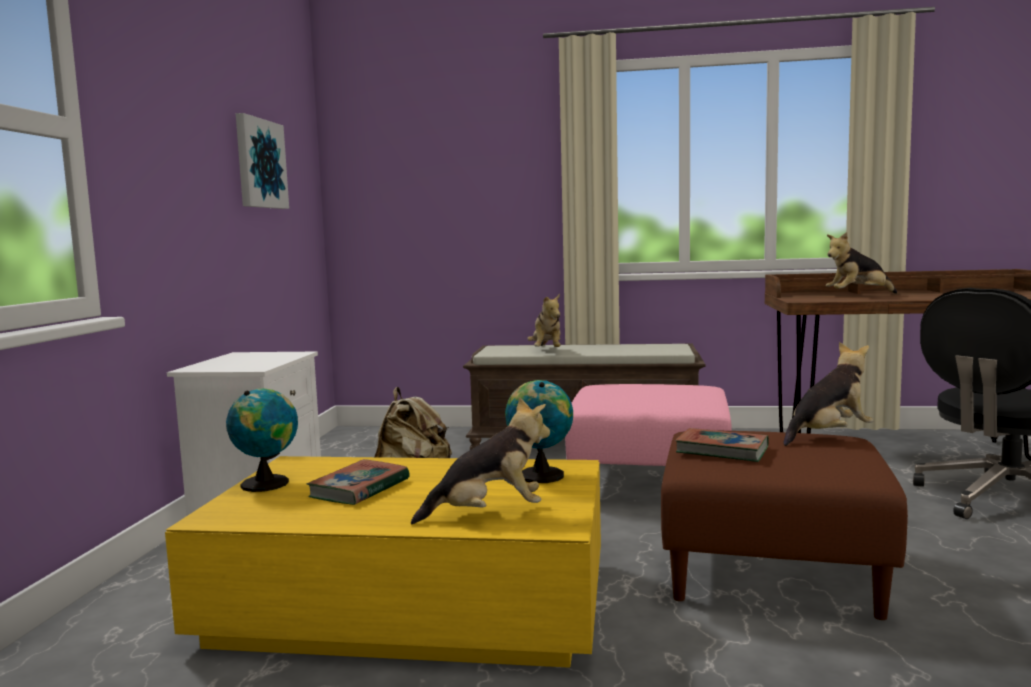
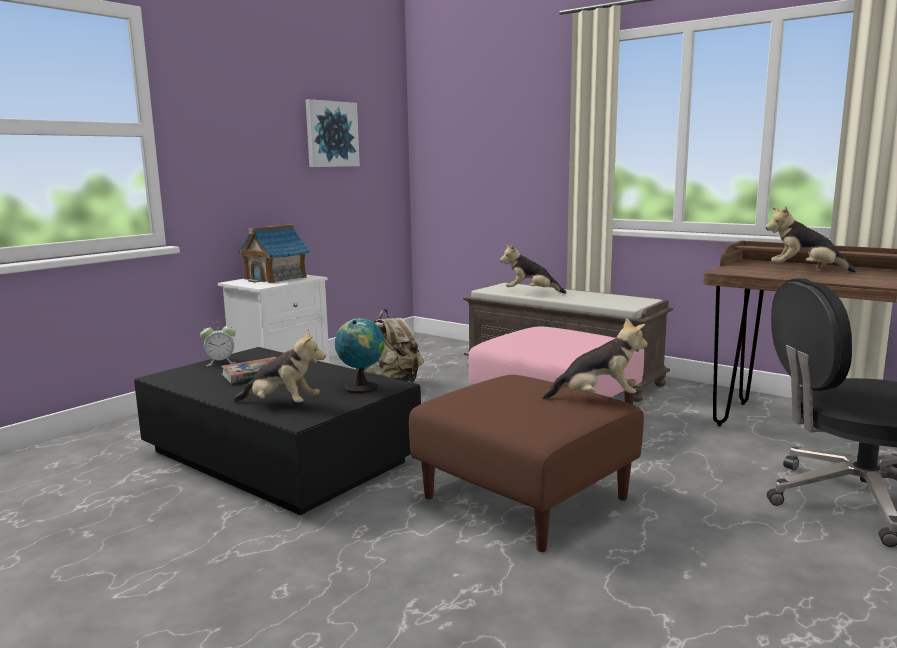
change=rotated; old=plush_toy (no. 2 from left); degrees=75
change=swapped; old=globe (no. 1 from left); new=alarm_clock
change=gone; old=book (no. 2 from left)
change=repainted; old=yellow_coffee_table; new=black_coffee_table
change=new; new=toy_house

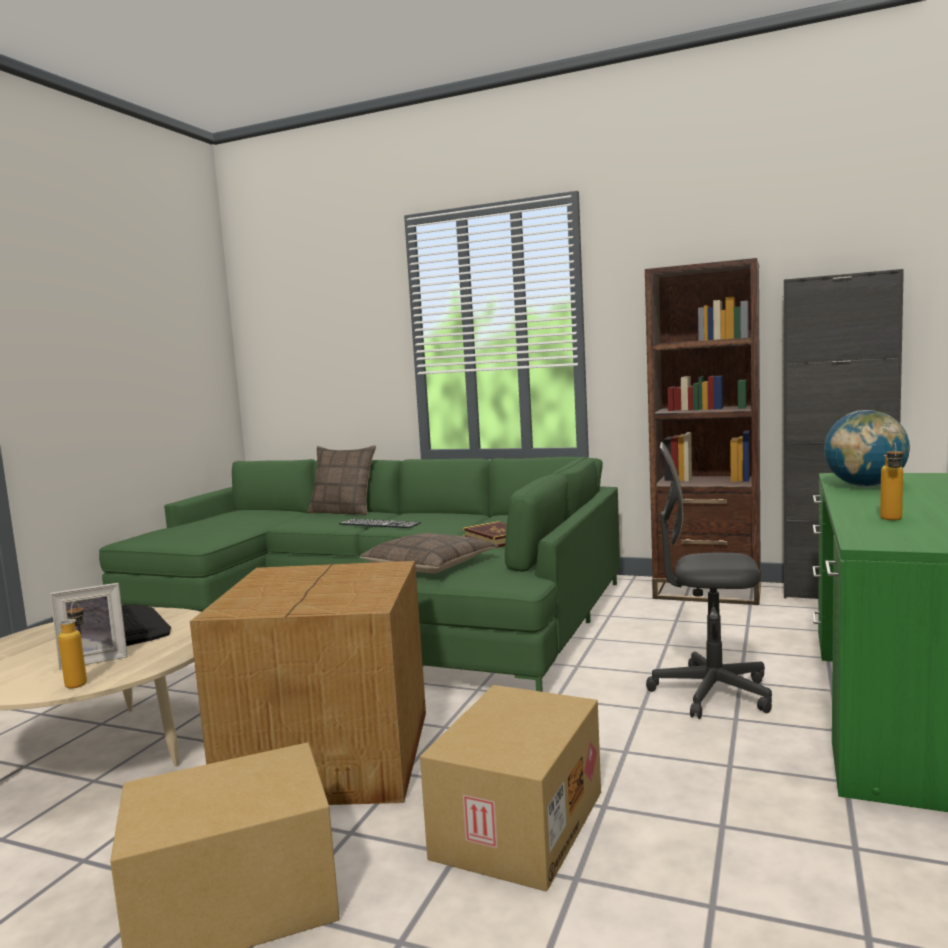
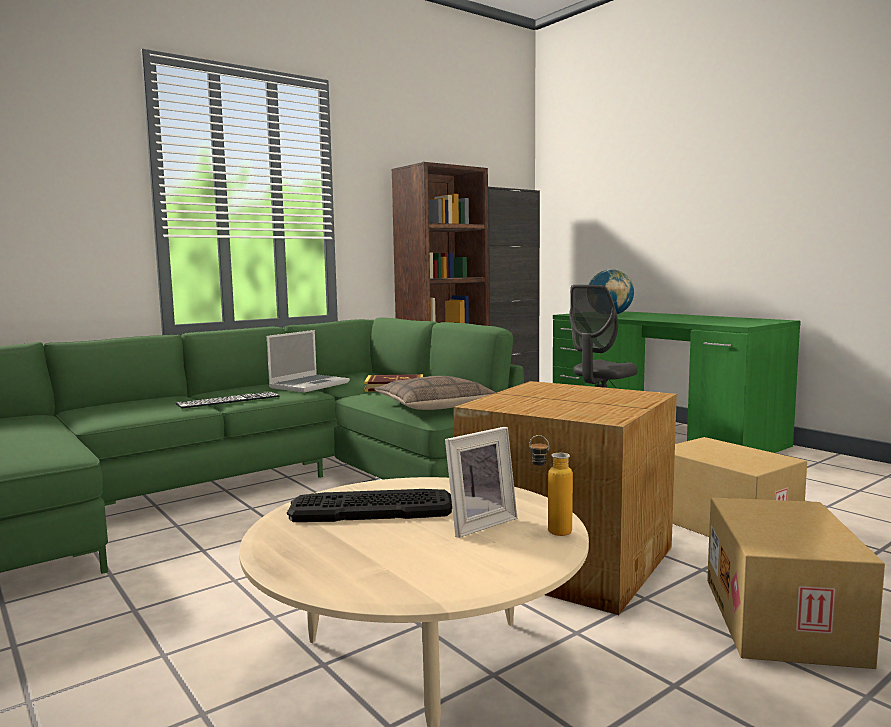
change=gone; old=bottle (no. 2 from left)
change=gone; old=pillow (no. 1 from left)
change=rotated; old=picture_frame; degrees=45
change=new; new=laptop

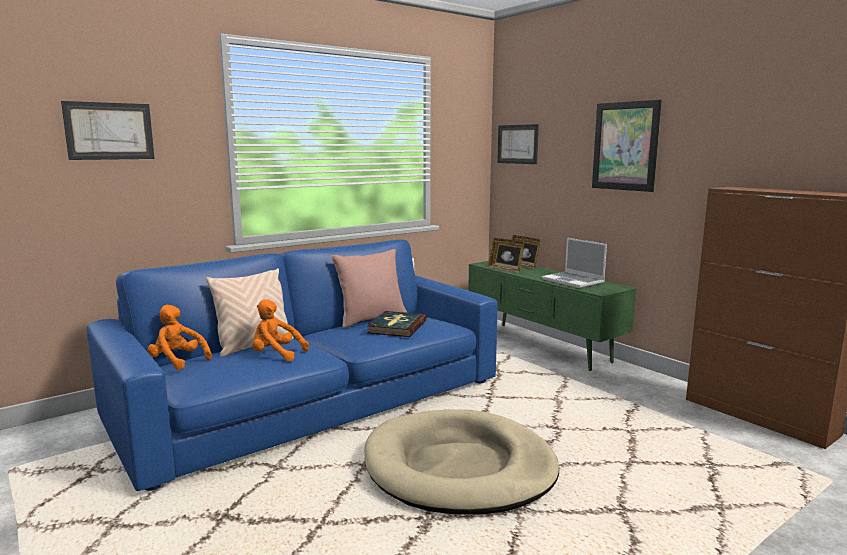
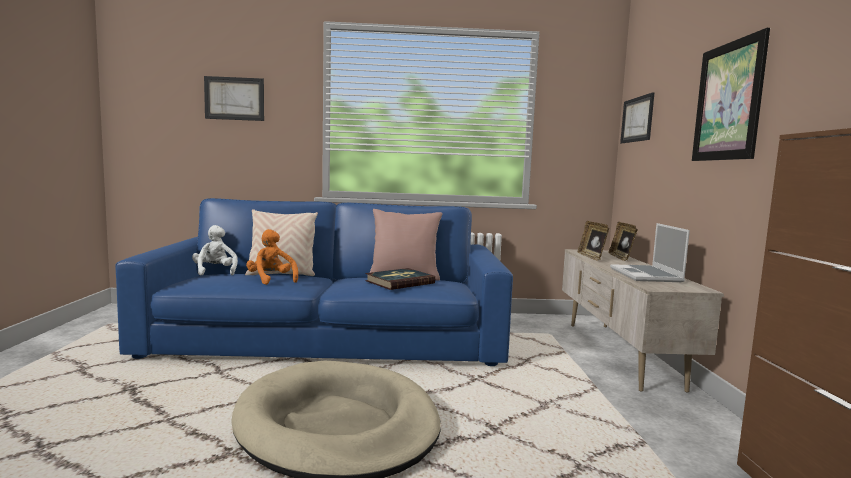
change=repainted; old=green_tv_stand; new=beige_tv_stand
change=repainted; old=orange_plush_toy (no. 1 from left); new=white_plush_toy

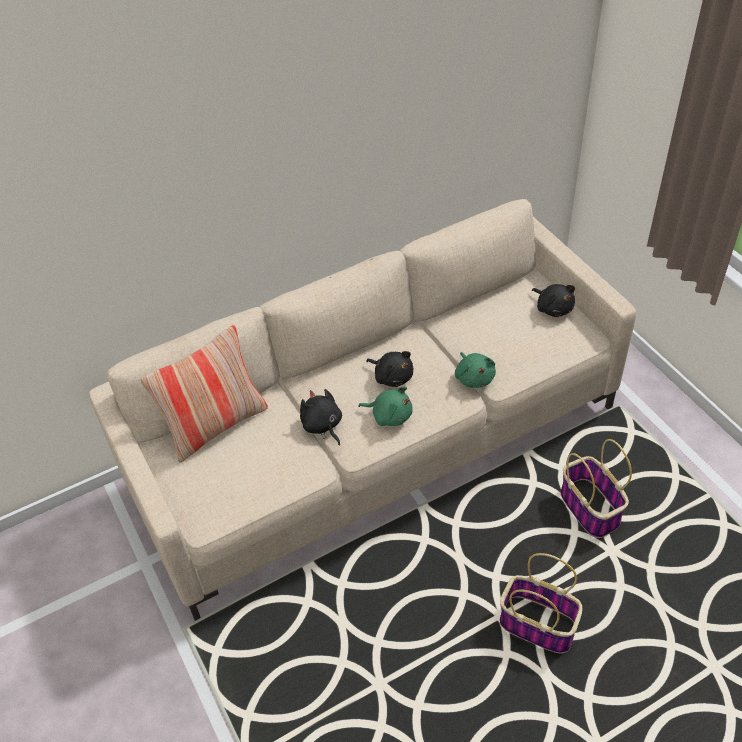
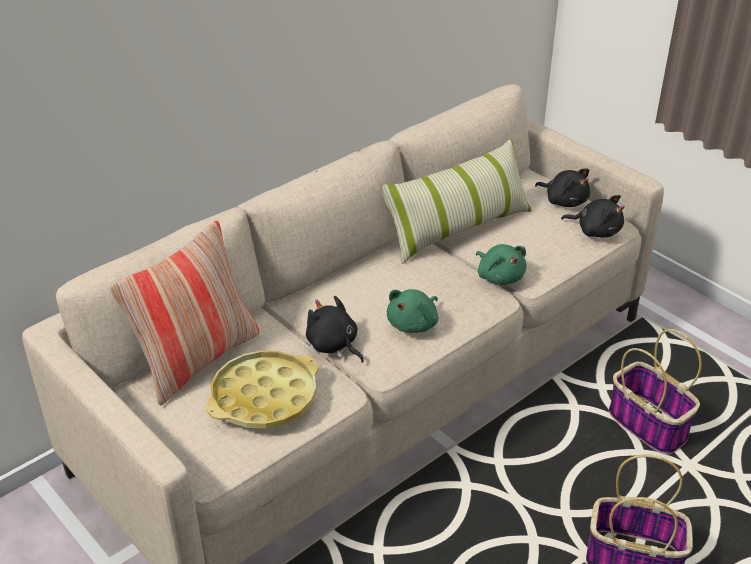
change=shifted; old=black_plush_toy (no. 2 from left in the first image); new=black_plush_toy (no. 3 from left)
change=rotated; old=green_plush_toy (no. 1 from left); degrees=120
change=new; new=pillow (no. 2 from left)
change=new; new=yellow_tray

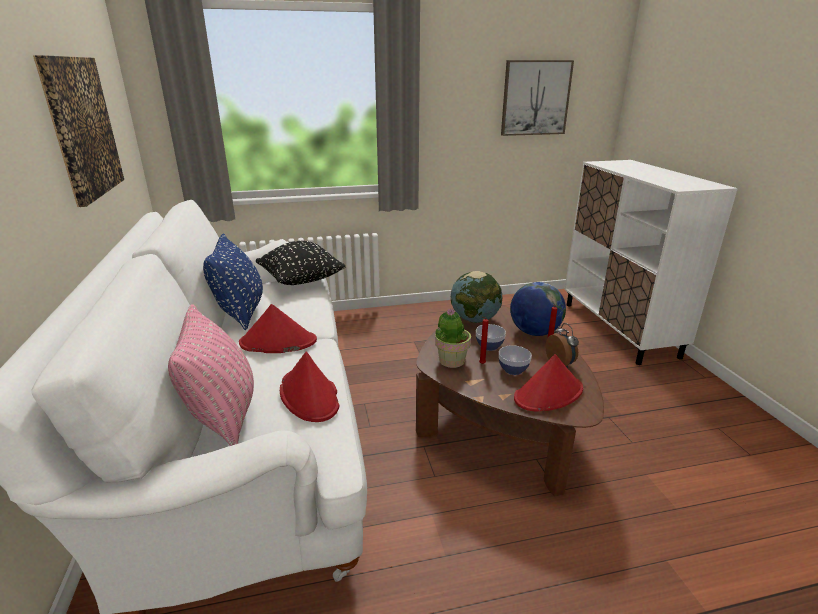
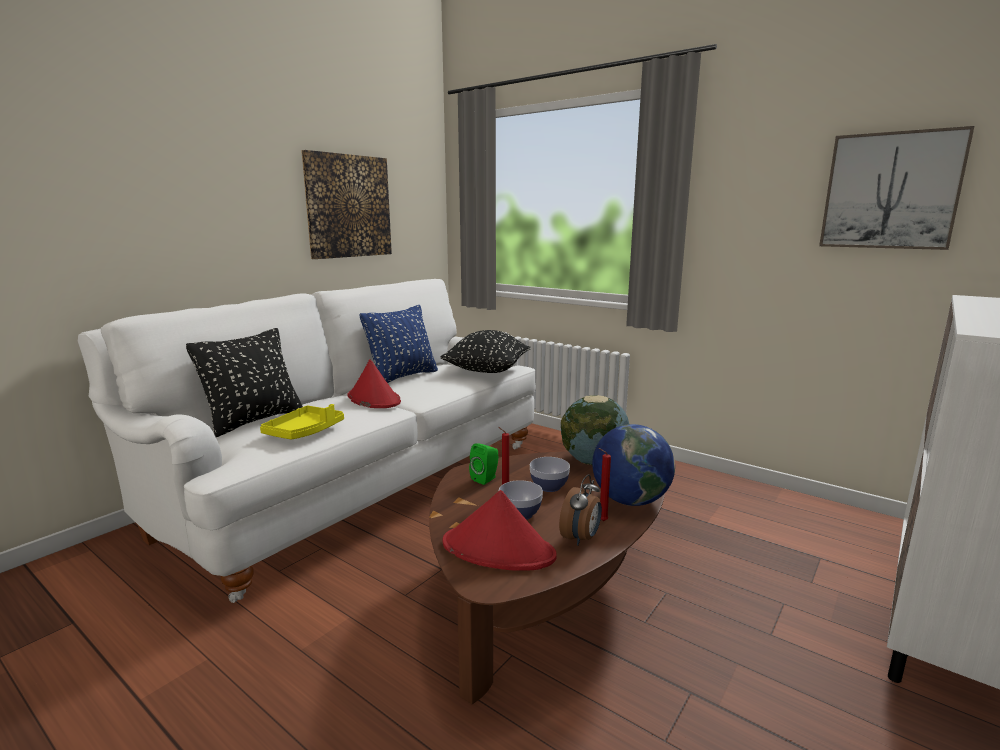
change=repainted; old=pink_pillow; new=black_pillow (no. 1 from left)
change=swapped; old=potted_plant; new=green_speaker
change=swapped; old=red_hat (no. 2 from left); new=yellow_tray

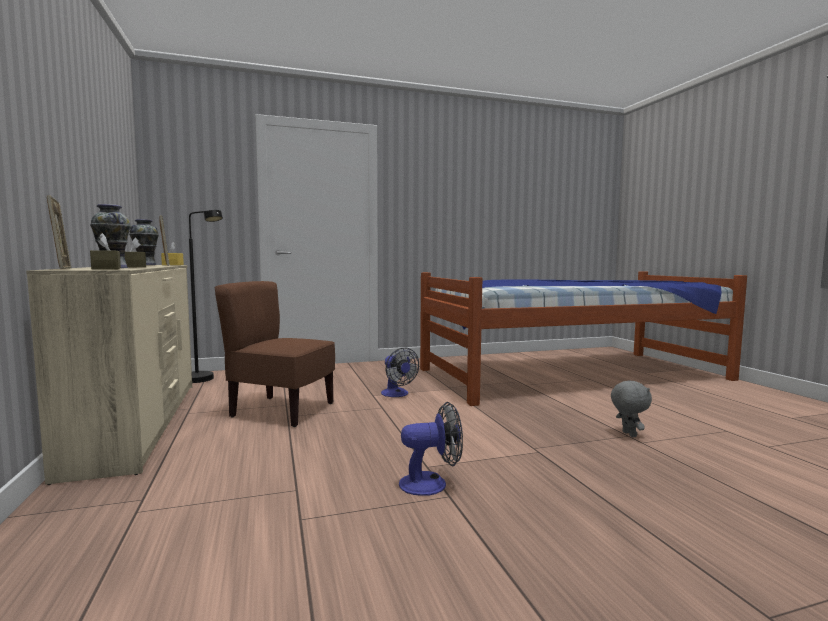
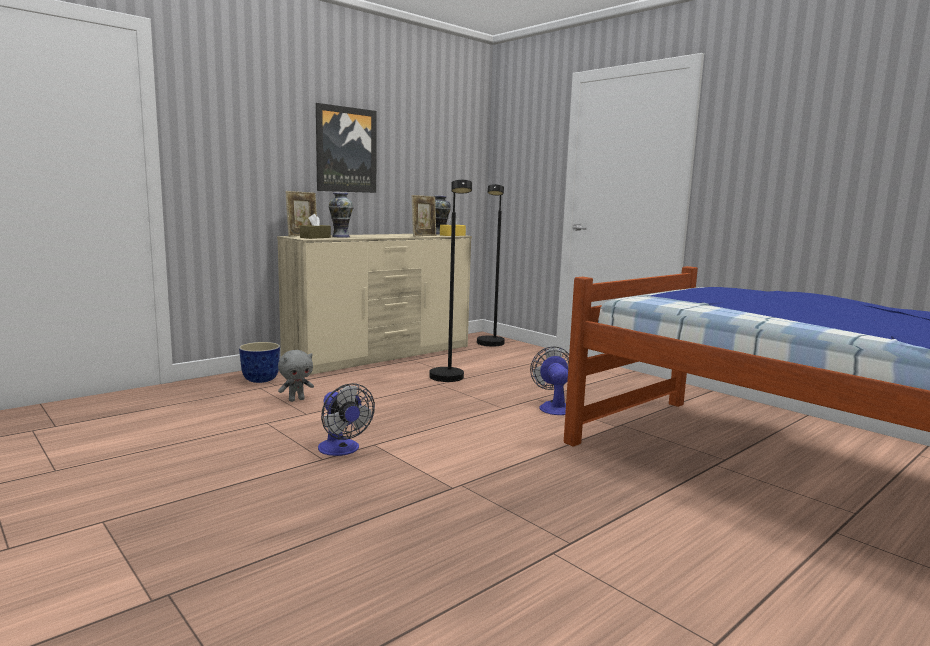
change=gone; old=brown_tissue_box (no. 2 from left)
change=swapped; old=brown_chair; new=black_floor_lamp (no. 1 from left)
change=rotated; old=fan (no. 1 from left in the first image); degrees=135
change=shifted; old=grey_plush_toy
change=new; new=picture
change=new; new=planter

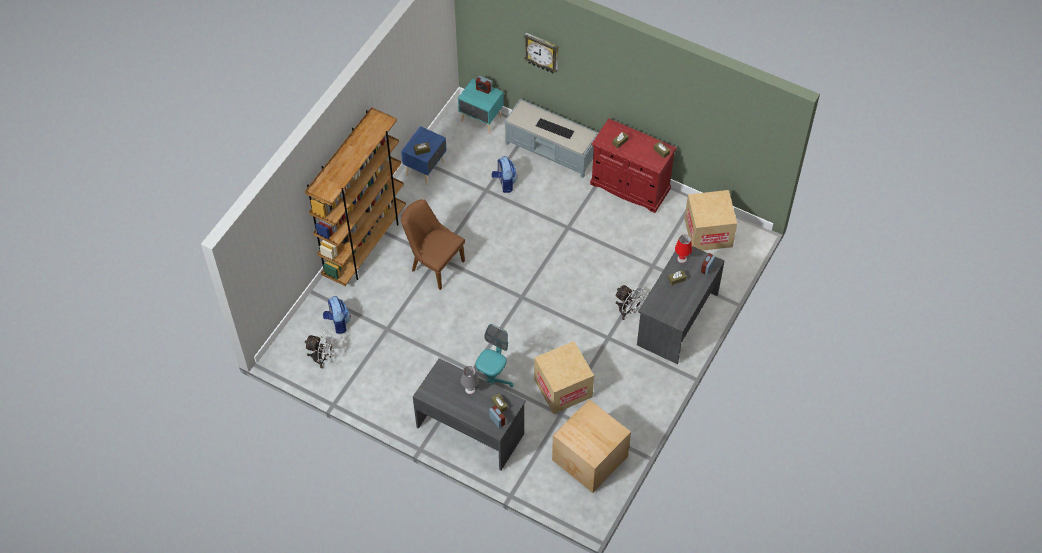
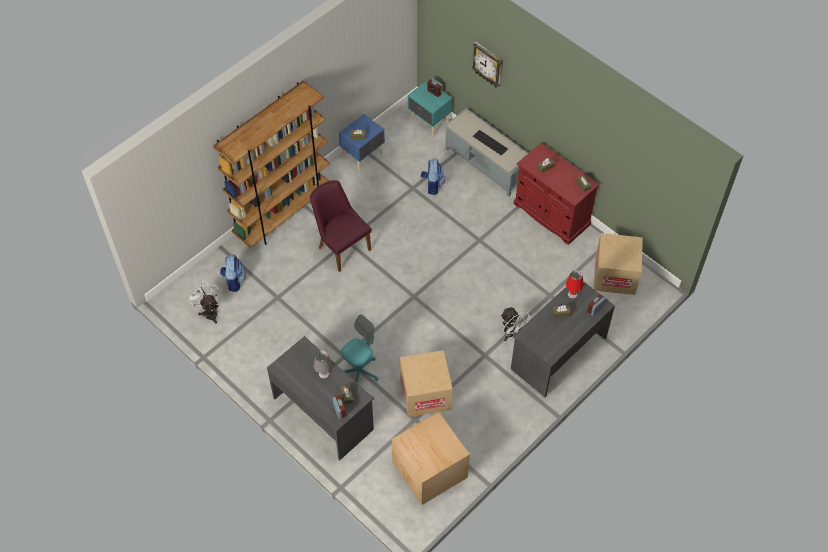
change=repainted; old=brown_chair; new=purple_chair
change=rotated; old=white_fan (no. 1 from left); degrees=-150

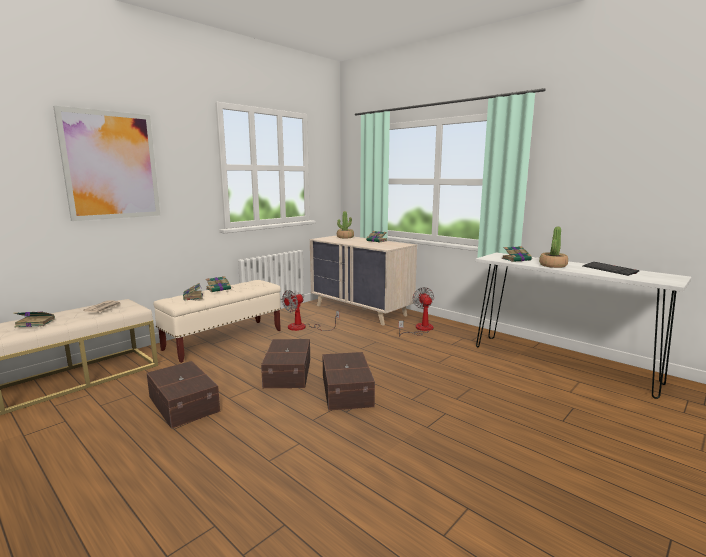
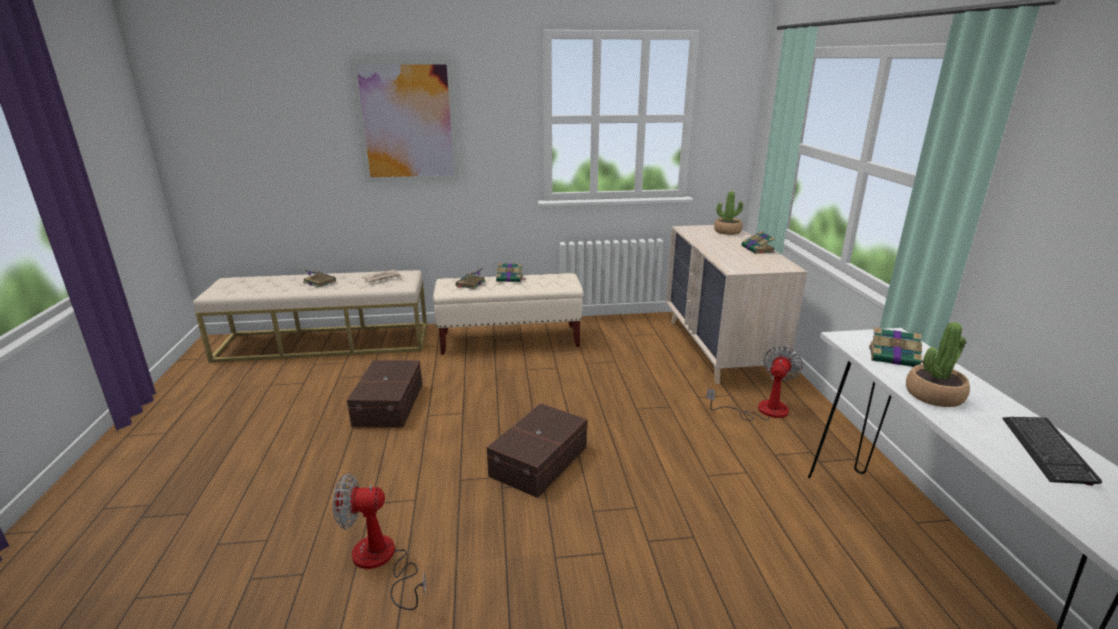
change=shifted; old=fan (no. 1 from left)
change=gone; old=brown_storage_box (no. 2 from left)

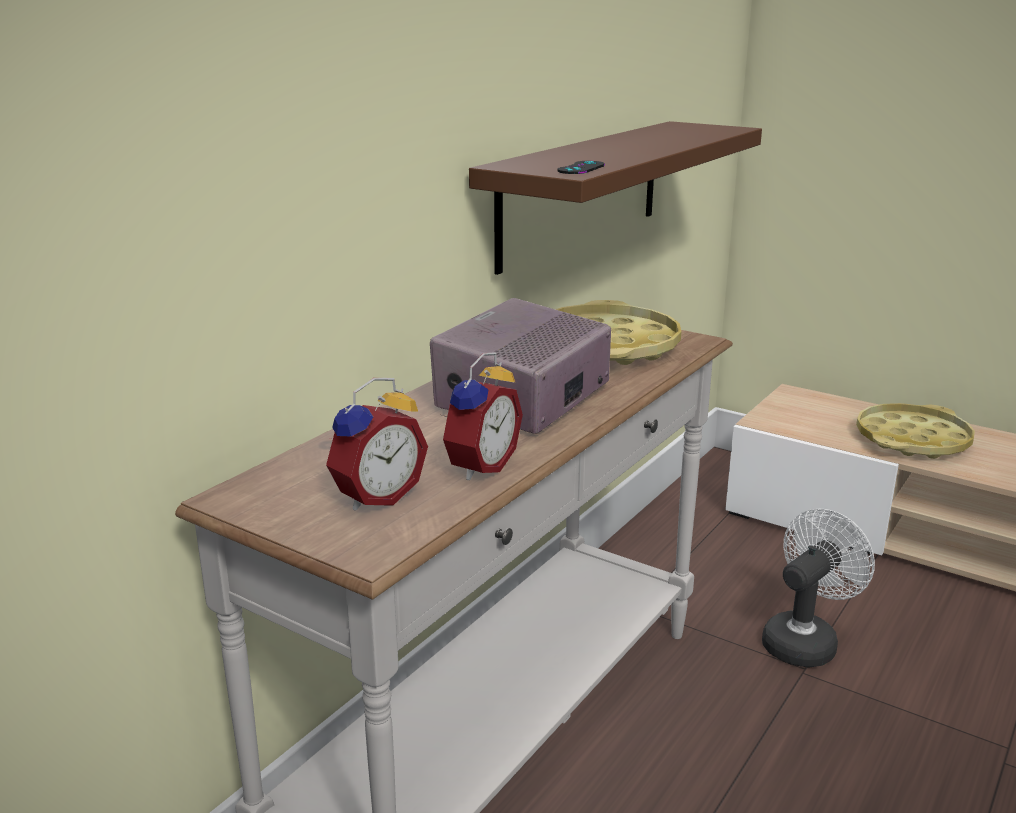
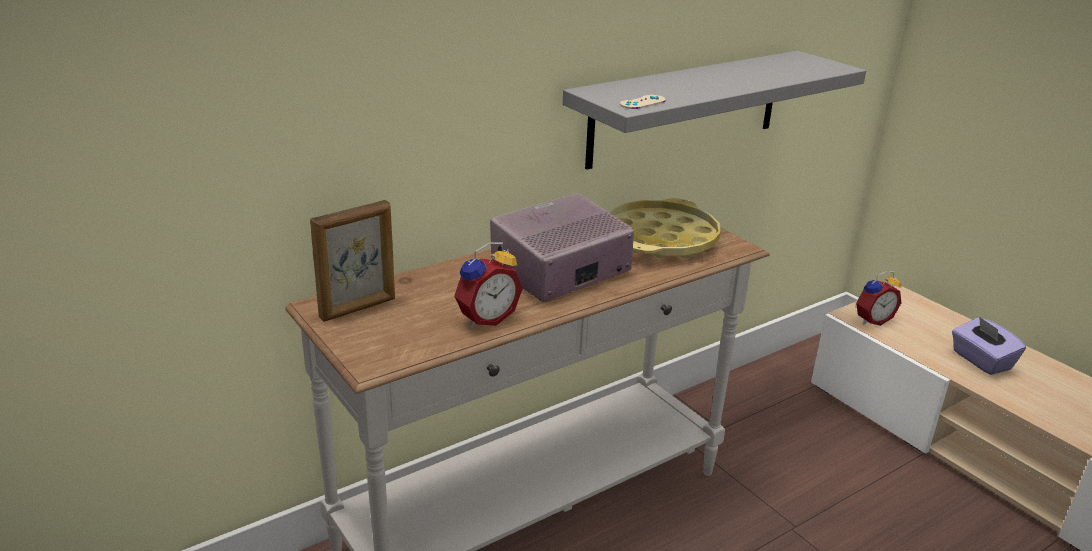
change=repainted; old=brown_shelf; new=grey_shelf
change=repainted; old=black_game_controller; new=beige_game_controller
change=shifted; old=alarm_clock (no. 1 from left in the first image); new=alarm_clock (no. 2 from left)
change=swapped; old=yellow_tray (no. 2 from left); new=purple_tissue_box
change=gone; old=white_fan
change=new; new=picture_frame

